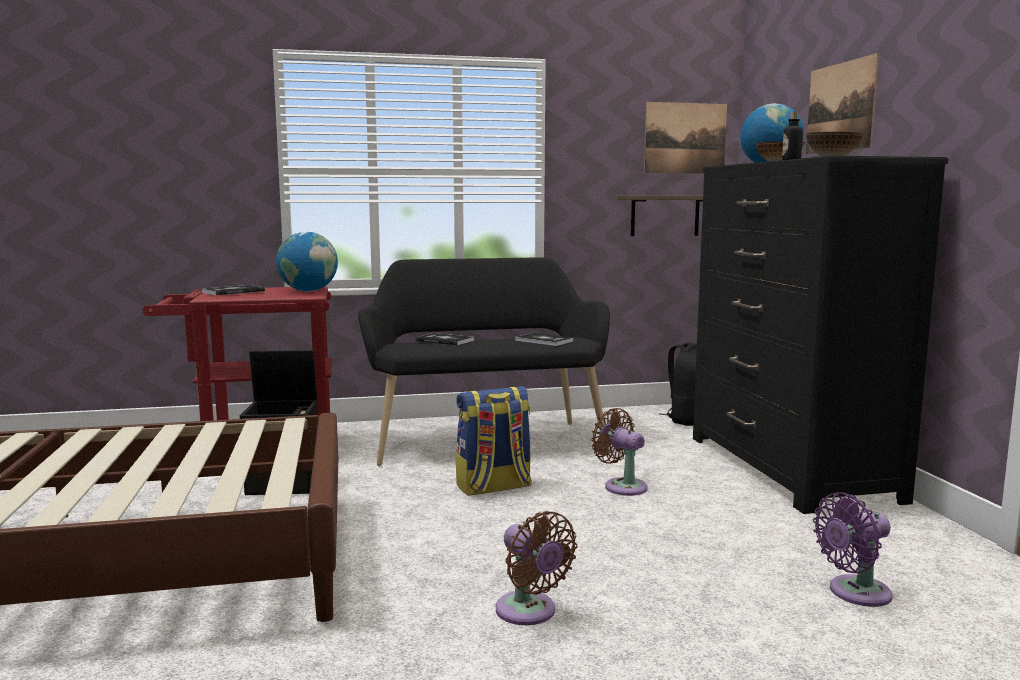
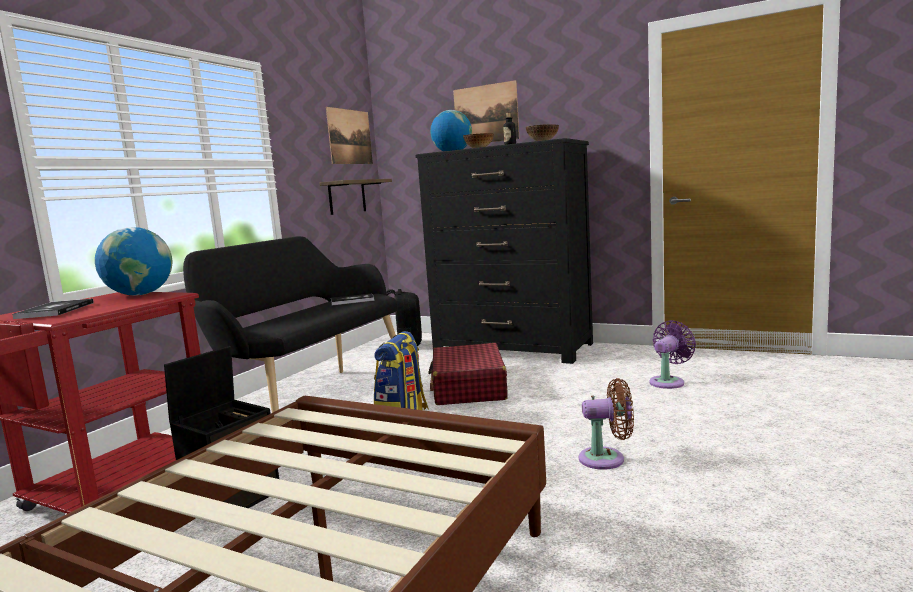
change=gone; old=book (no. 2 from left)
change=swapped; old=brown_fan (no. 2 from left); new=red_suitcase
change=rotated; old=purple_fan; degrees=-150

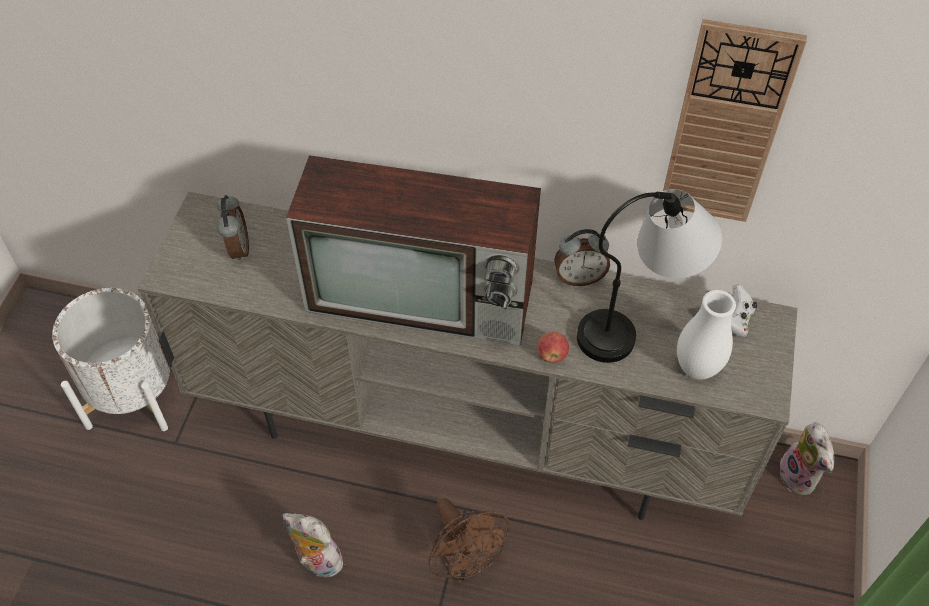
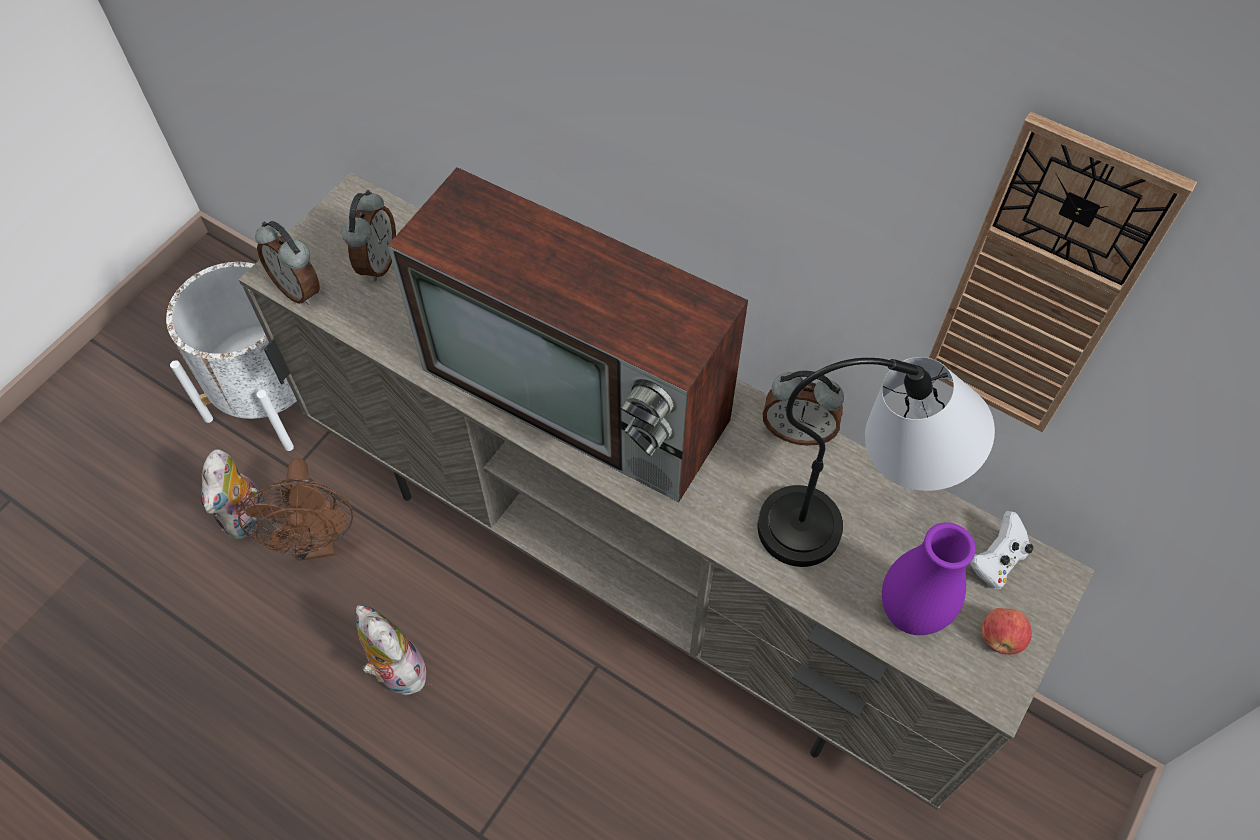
change=repainted; old=white_vase; new=purple_vase
change=shifted; old=apple
change=shifted; old=plush_toy (no. 2 from left in the first image); new=plush_toy (no. 1 from left)
change=shifted; old=brown_fan
change=new; new=alarm_clock (no. 1 from left)

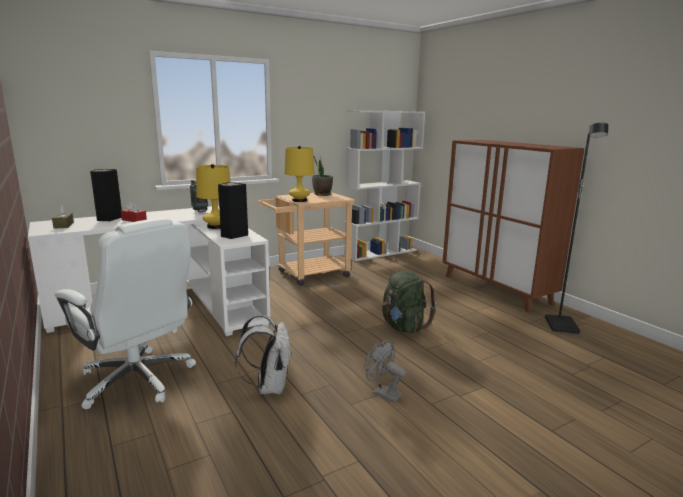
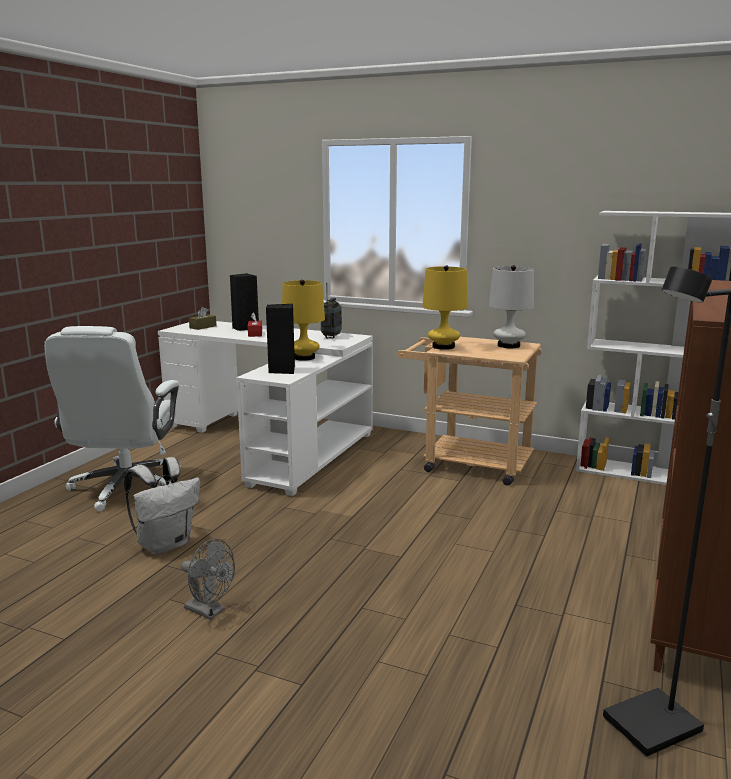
change=swapped; old=potted_plant; new=white_table_lamp
change=gone; old=green_backpack
change=rotated; old=grey_fan; degrees=120

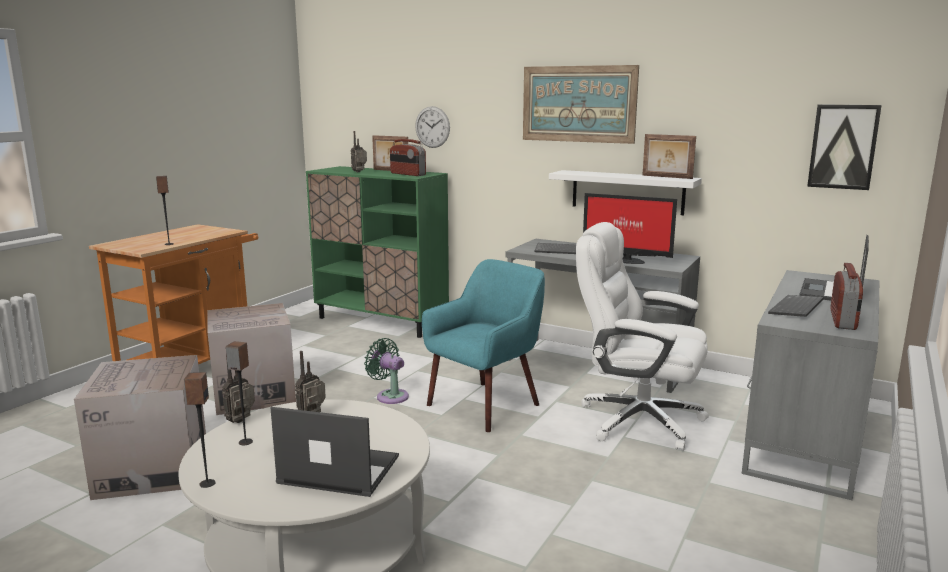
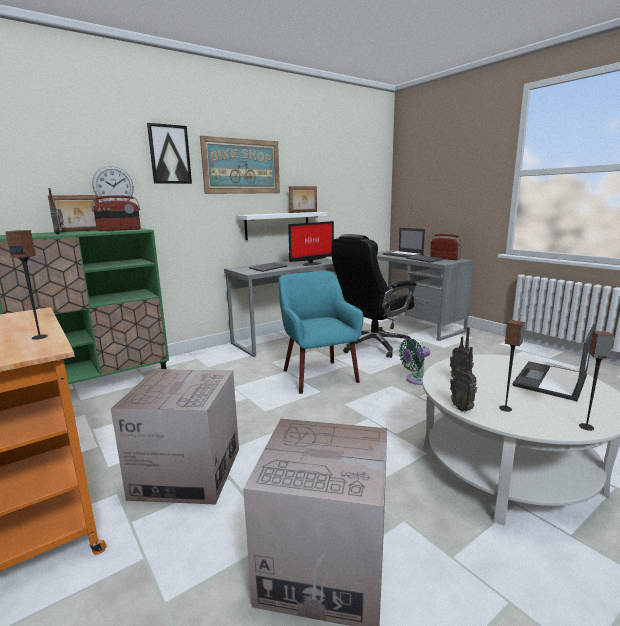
change=shifted; old=picture (no. 2 from left in the first image); new=picture (no. 1 from left)
change=repainted; old=white_office_chair; new=black_office_chair
change=shifted; old=green_fan

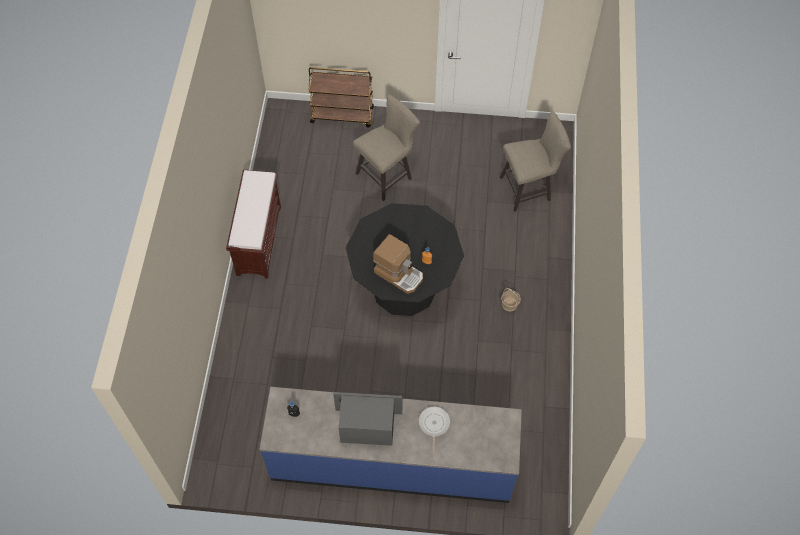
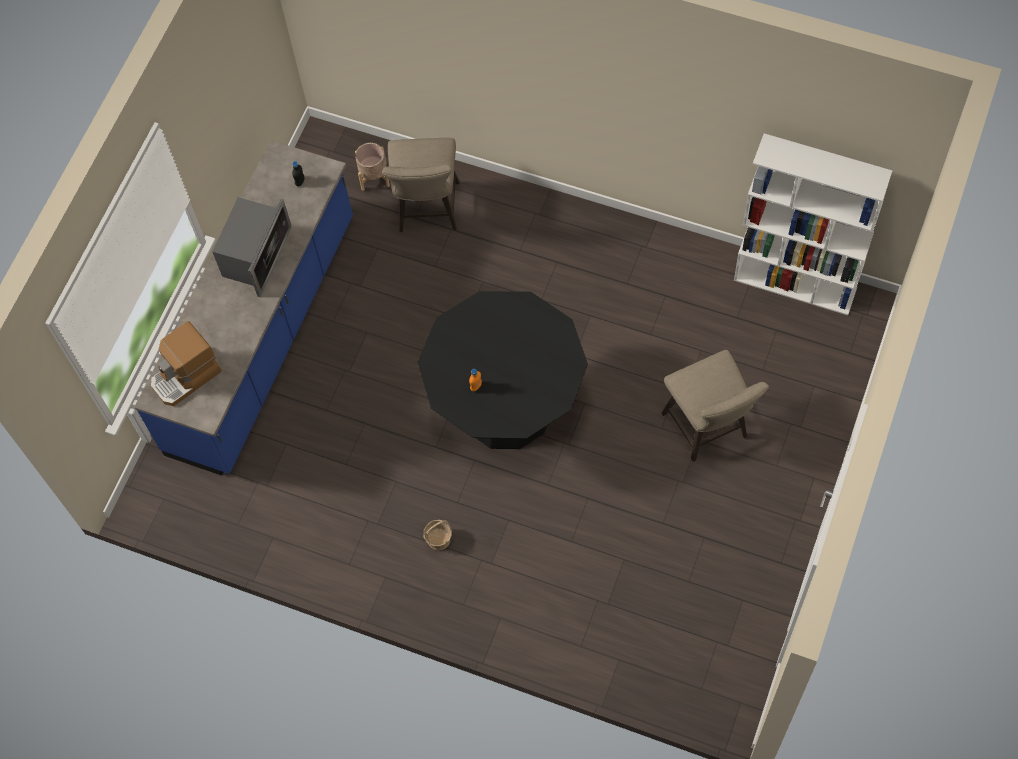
change=gone; old=brown_cart
change=shifted; old=beige_stool (no. 2 from left in the first image); new=beige_stool (no. 1 from left)
change=gone; old=brown_bench
change=shifted; old=coffee_machine
change=gone; old=frying_pan
change=new; new=white_bookcase
change=new; new=beige_planter

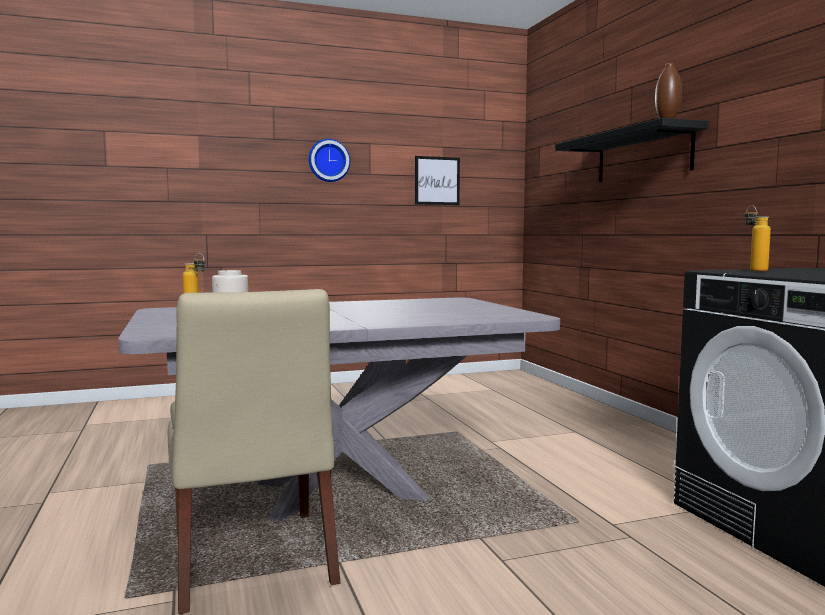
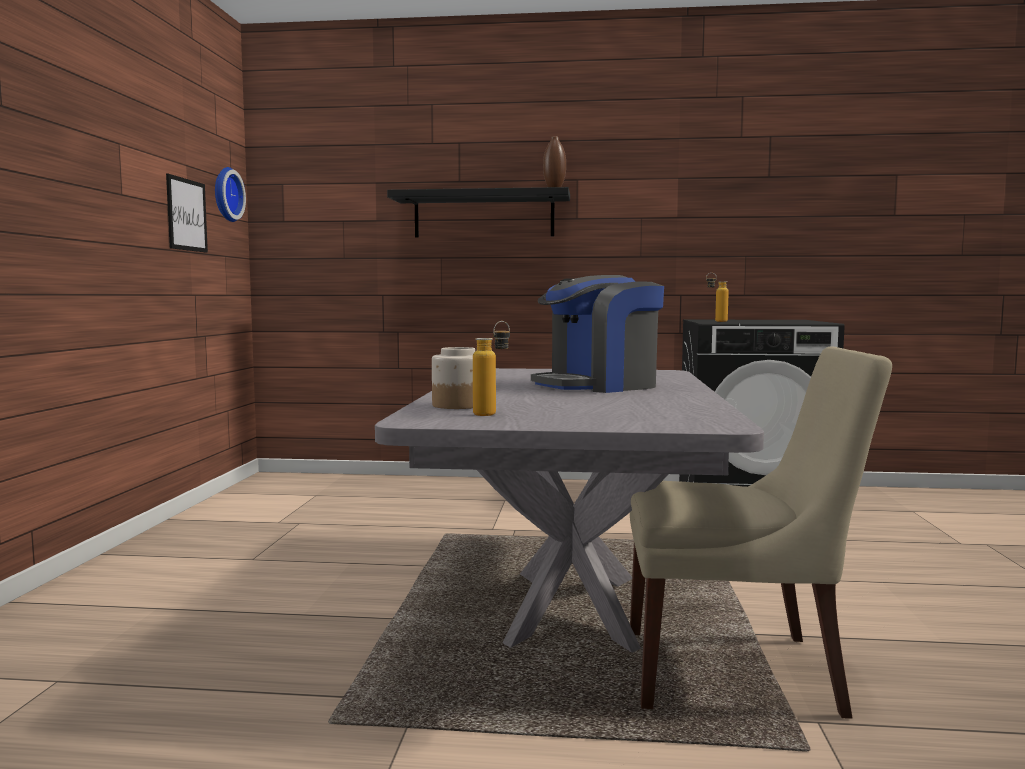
change=shifted; old=wall_clock
change=new; new=coffee_machine

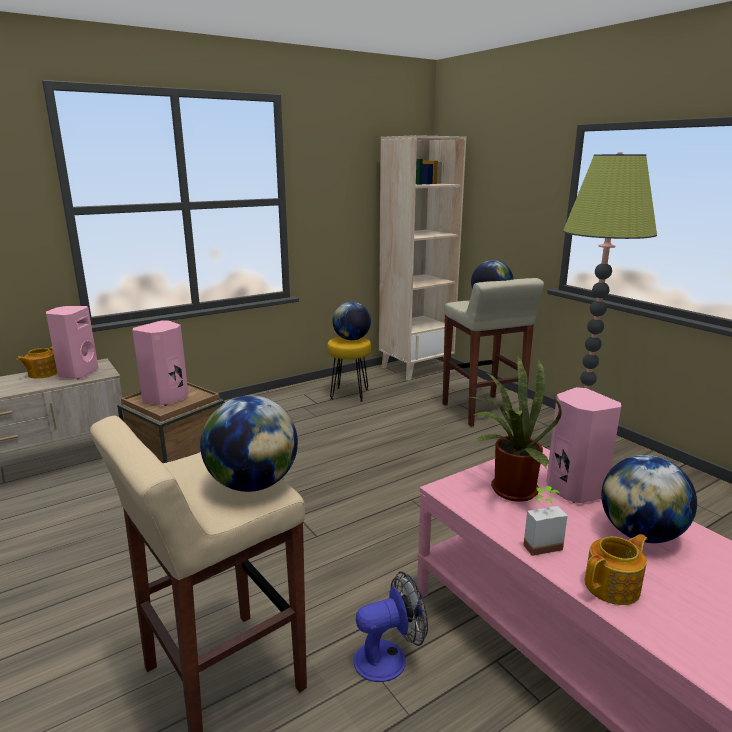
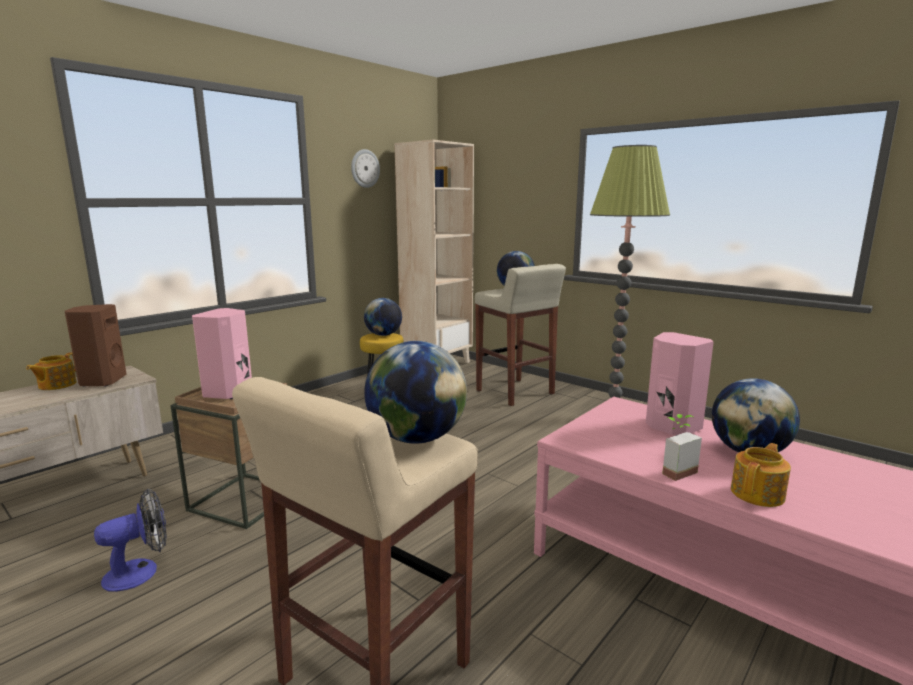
change=repainted; old=pink_speaker (no. 1 from left); new=brown_speaker
change=gone; old=potted_plant (no. 1 from left)
change=shifted; old=fan
change=new; new=wall_clock

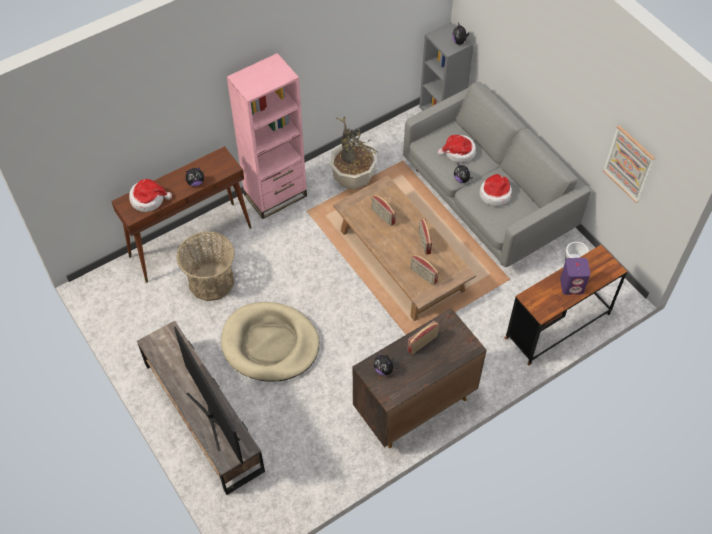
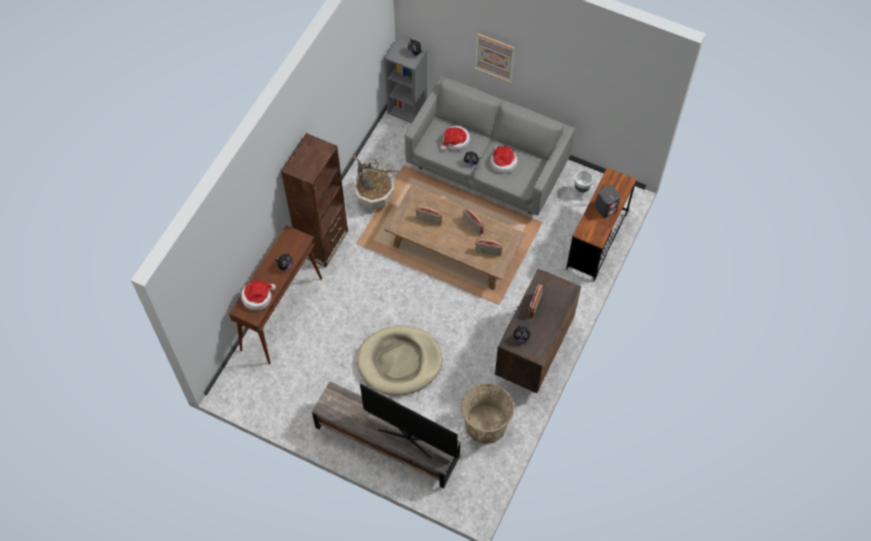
change=repainted; old=pink_bookcase; new=brown_bookcase
change=shifted; old=picture
change=shifted; old=basket
change=repainted; old=purple_speaker; new=grey_speaker

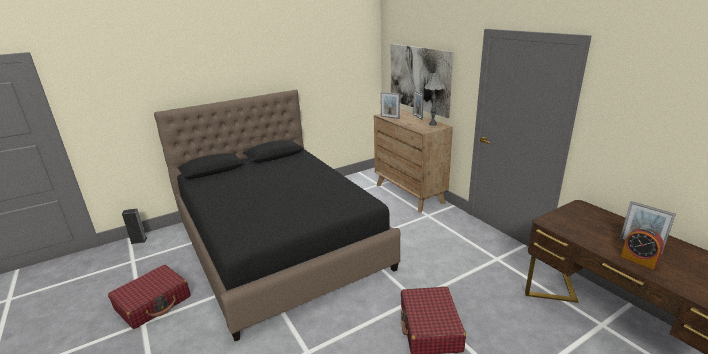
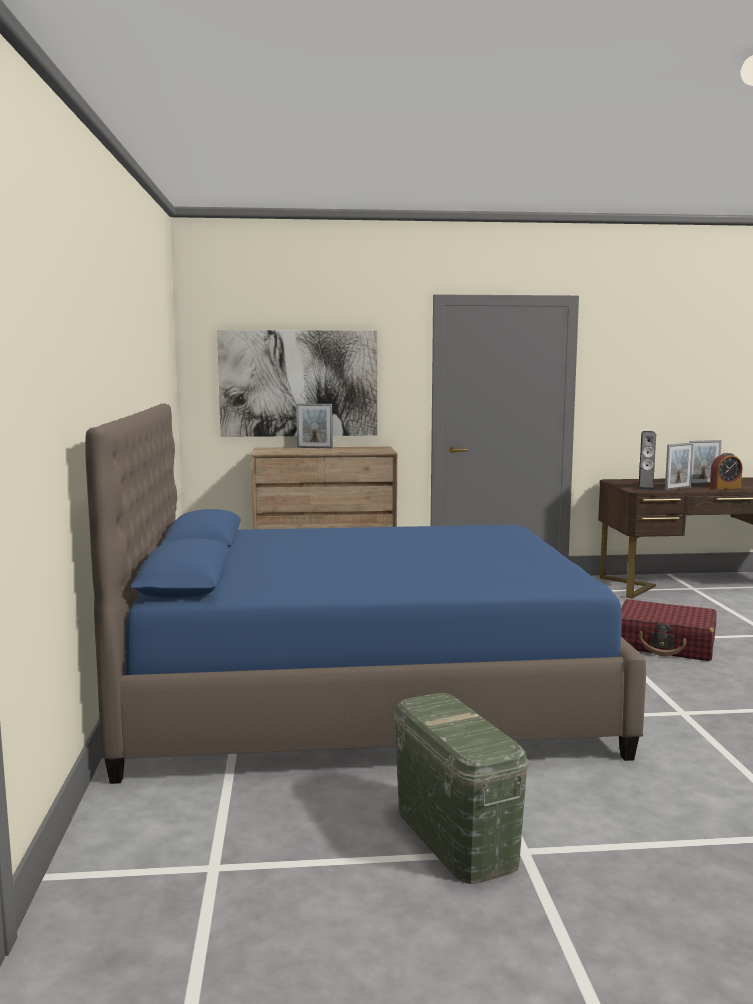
change=gone; old=grey_table_lamp
change=repainted; old=black_bed; new=blue_bed
change=shifted; old=picture_frame (no. 1 from left in the first image); new=picture_frame (no. 2 from left)
change=shifted; old=speaker
change=swapped; old=red_suitcase (no. 1 from left); new=green_storage_box

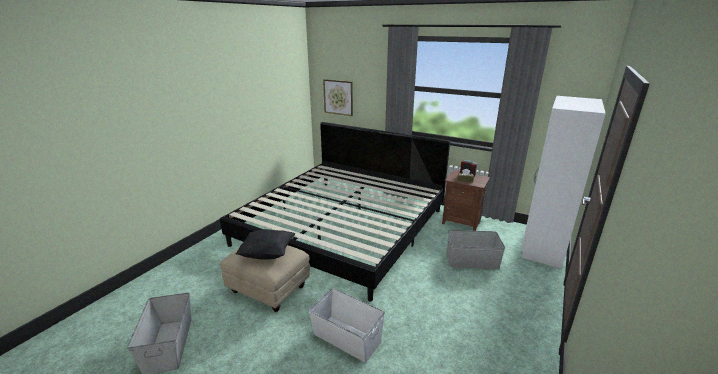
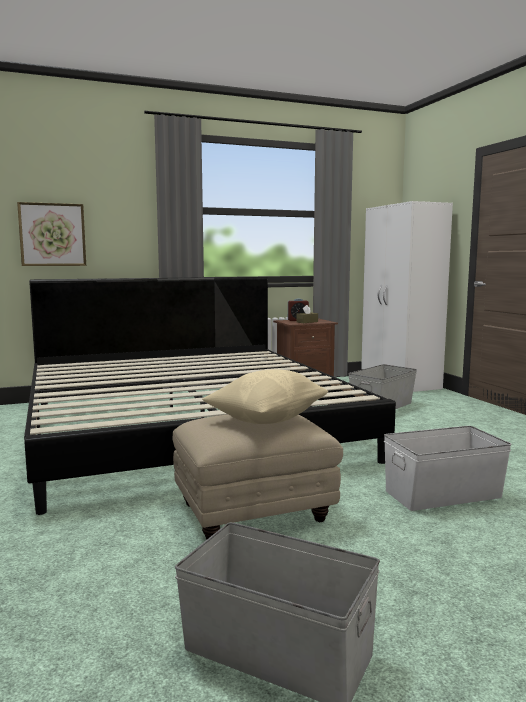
change=repainted; old=black_pillow; new=beige_pillow

